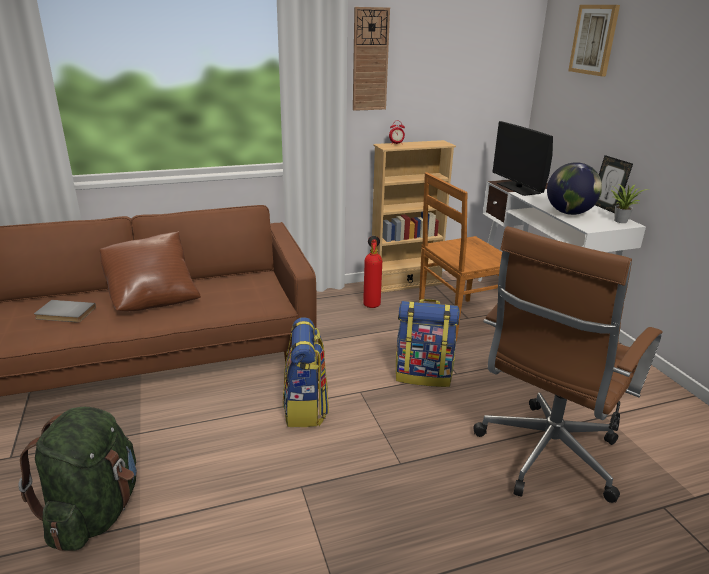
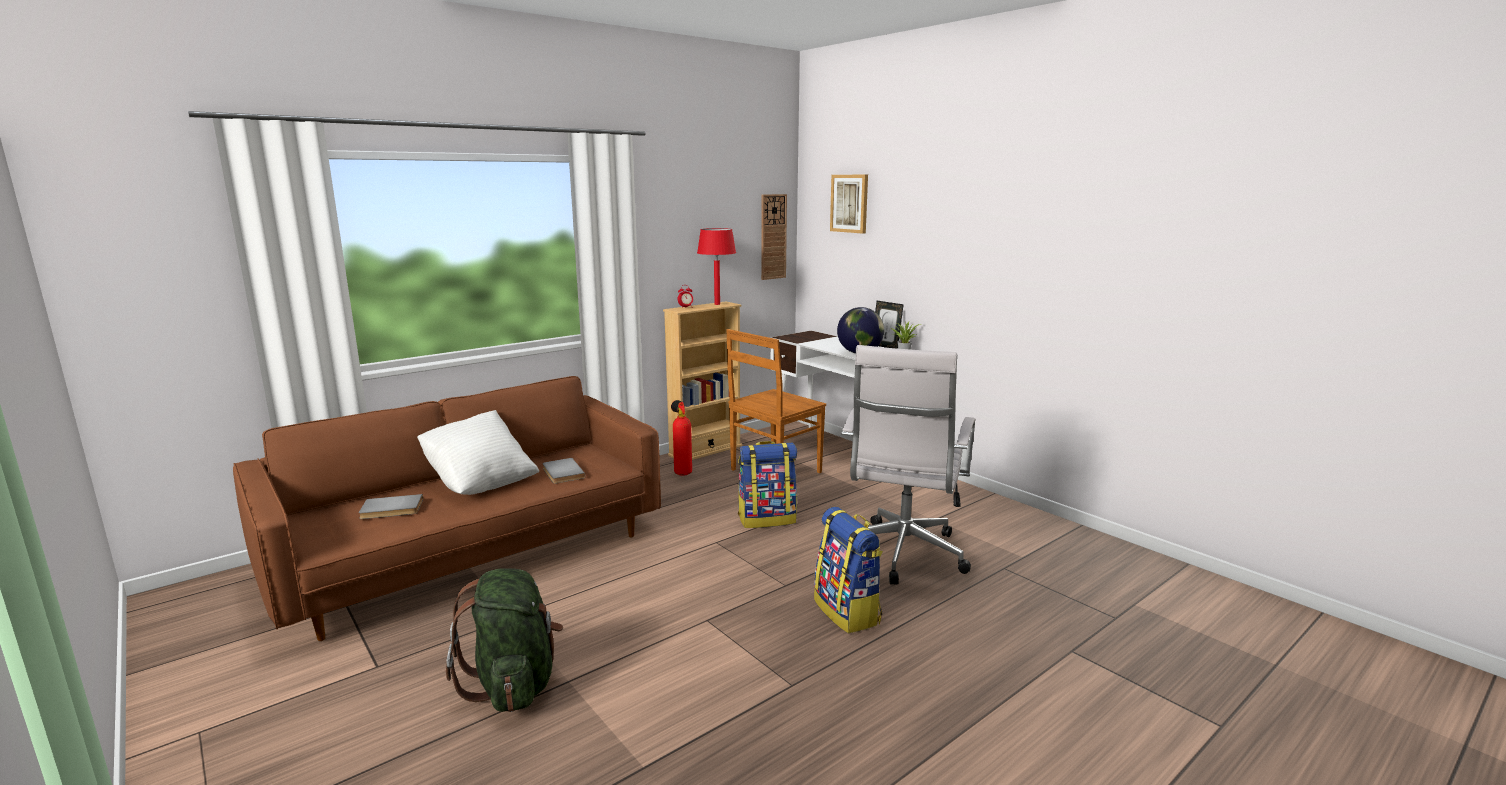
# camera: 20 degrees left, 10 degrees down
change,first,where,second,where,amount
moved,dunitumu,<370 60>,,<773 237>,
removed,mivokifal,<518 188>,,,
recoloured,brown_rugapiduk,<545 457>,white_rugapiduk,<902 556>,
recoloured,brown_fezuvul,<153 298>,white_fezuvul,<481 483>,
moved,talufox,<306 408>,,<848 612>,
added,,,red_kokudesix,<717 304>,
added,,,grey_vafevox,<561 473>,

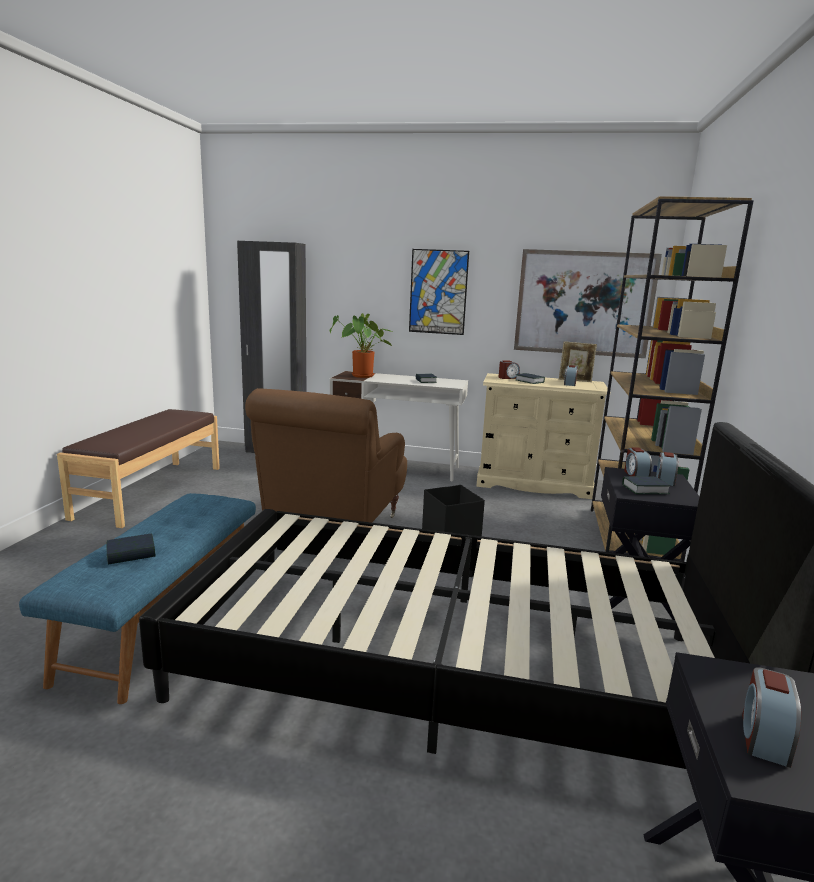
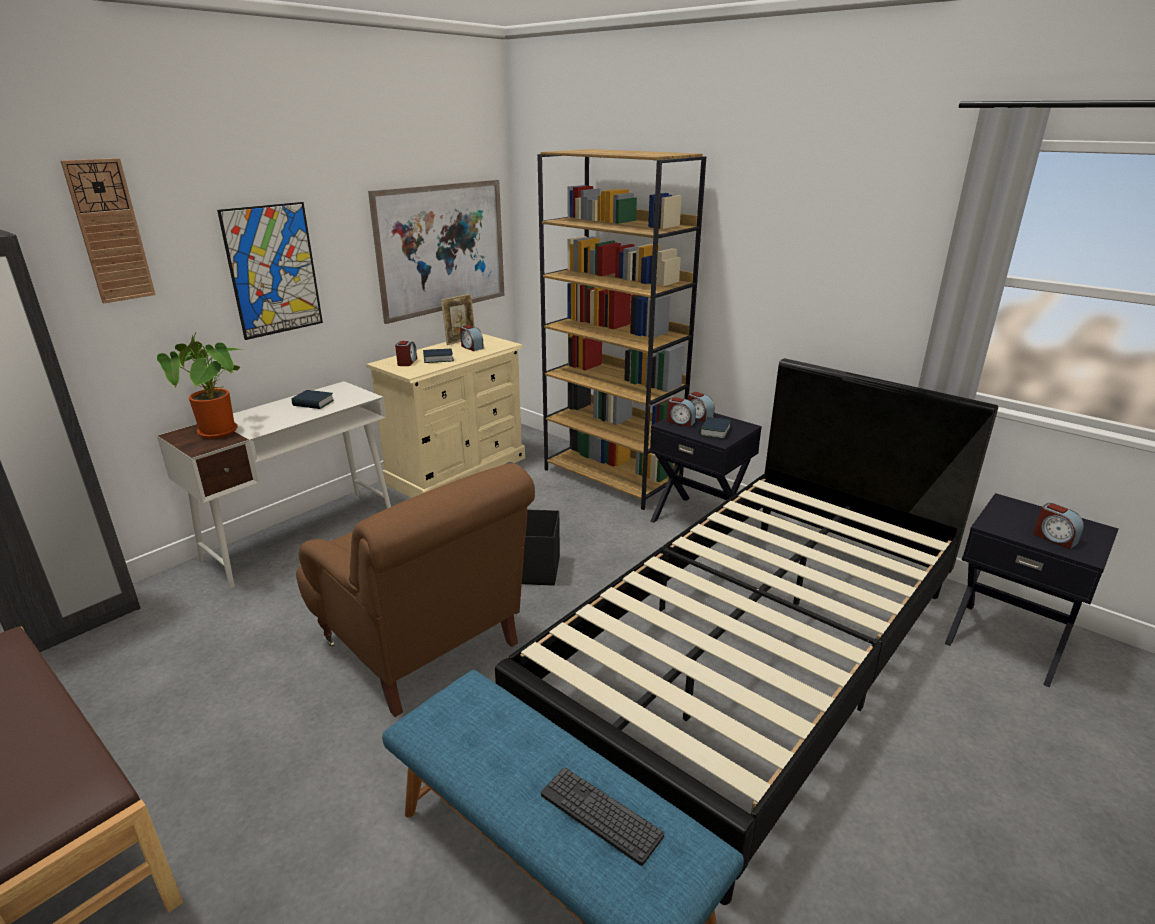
# camera: 60 degrees left, 10 degrees up
change,first,where,second,where,amount
replaced,vafevox,<131 554>,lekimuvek,<600 815>,
added,,,dunitumu,<110 231>,

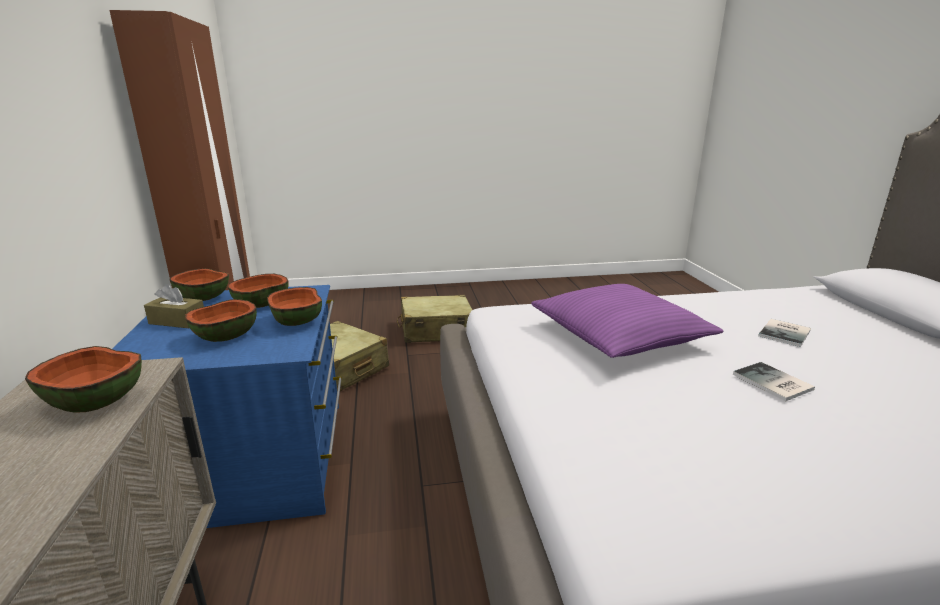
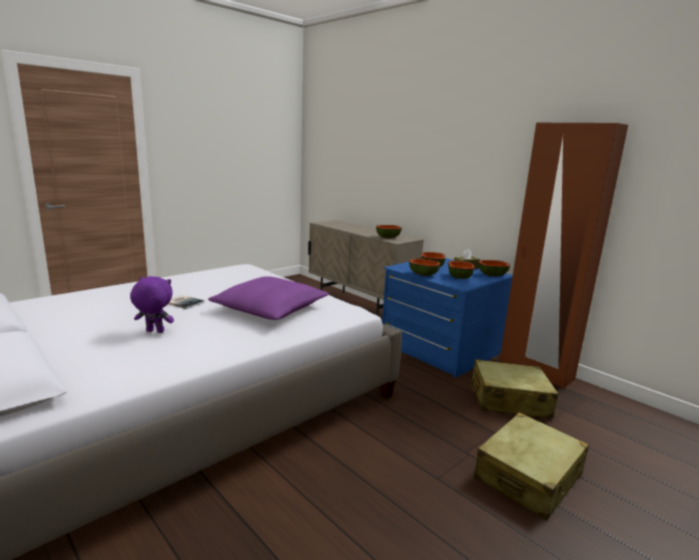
# camera: 145 degrees right, 5 degrees down
change,first,where,second,where,amount
replaced,vafevox,<786 333>,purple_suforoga,<154 332>,

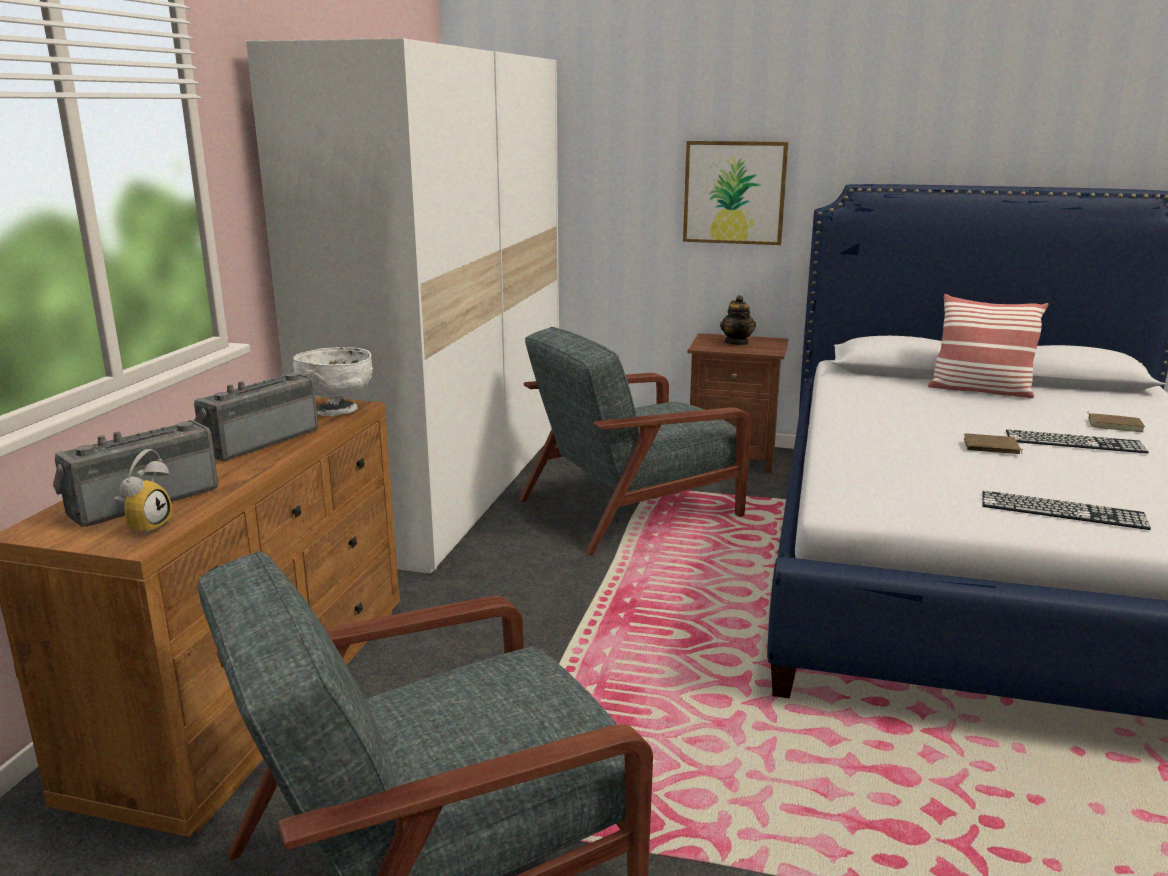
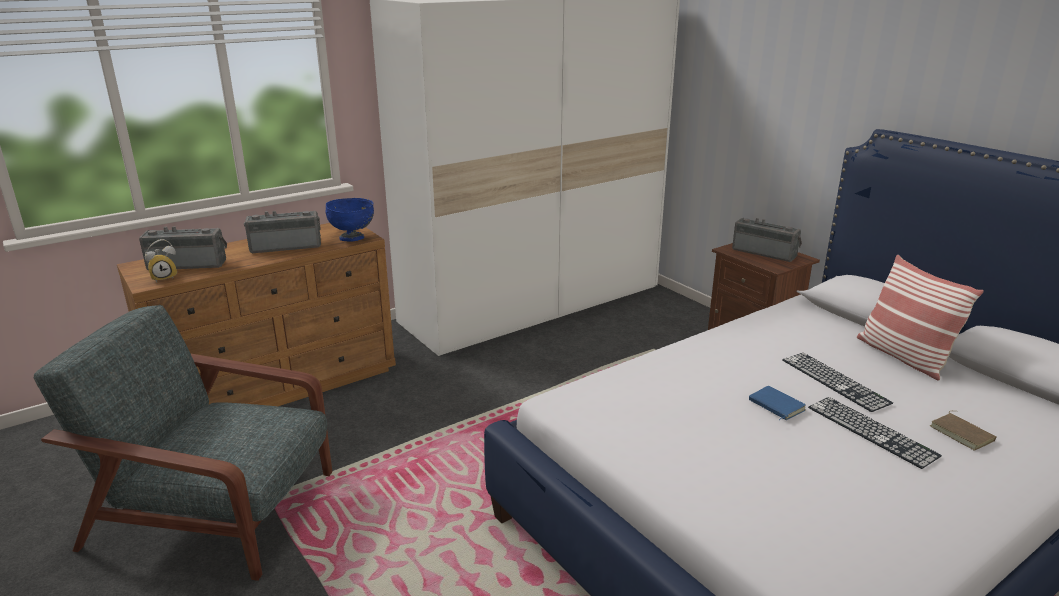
# camera: 40 degrees right, 5 degrees up
change,first,where,second,where,amount
removed,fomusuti,<734 192>,,,
replaced,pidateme,<737 342>,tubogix,<765 252>,
removed,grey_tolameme,<633 507>,,,
recoloured,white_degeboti,<338 411>,blue_degeboti,<352 238>,
recoloured,brown_vafevox,<991 448>,blue_vafevox,<775 406>,
moved,lekimuvek,<1062 510>,,<834 381>,

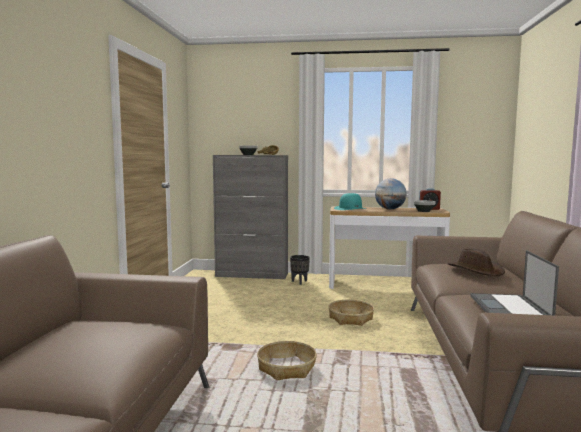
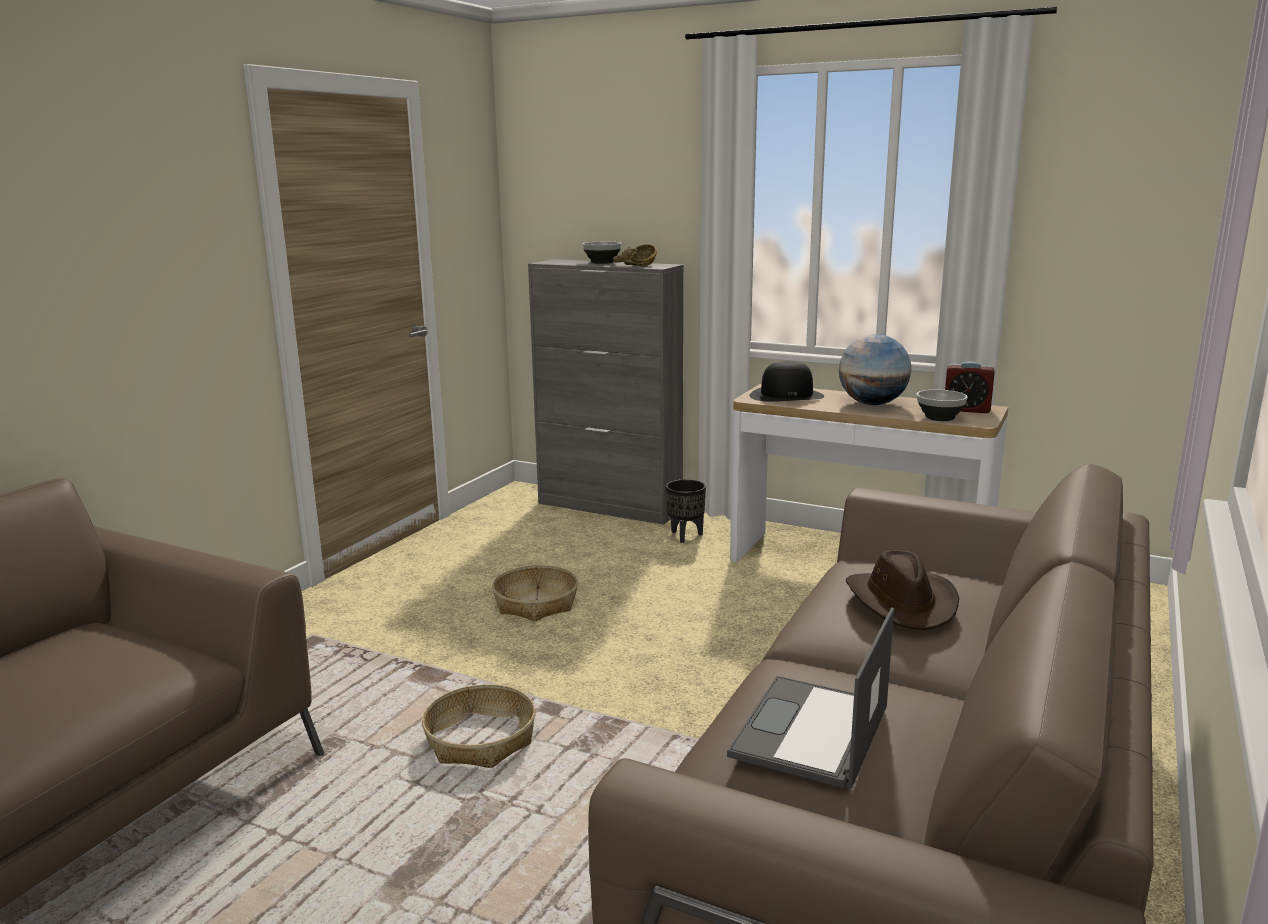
# camera: 20 degrees right, 10 degrees up
change,first,where,second,where,amount
recoloured,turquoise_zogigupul,<350 208>,black_zogigupul,<787 395>,
moved,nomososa,<351 318>,,<536 604>,

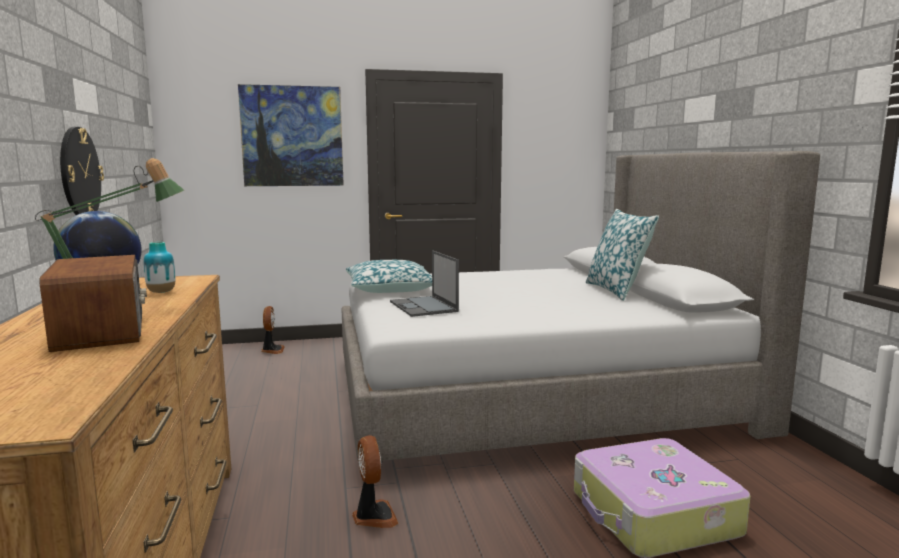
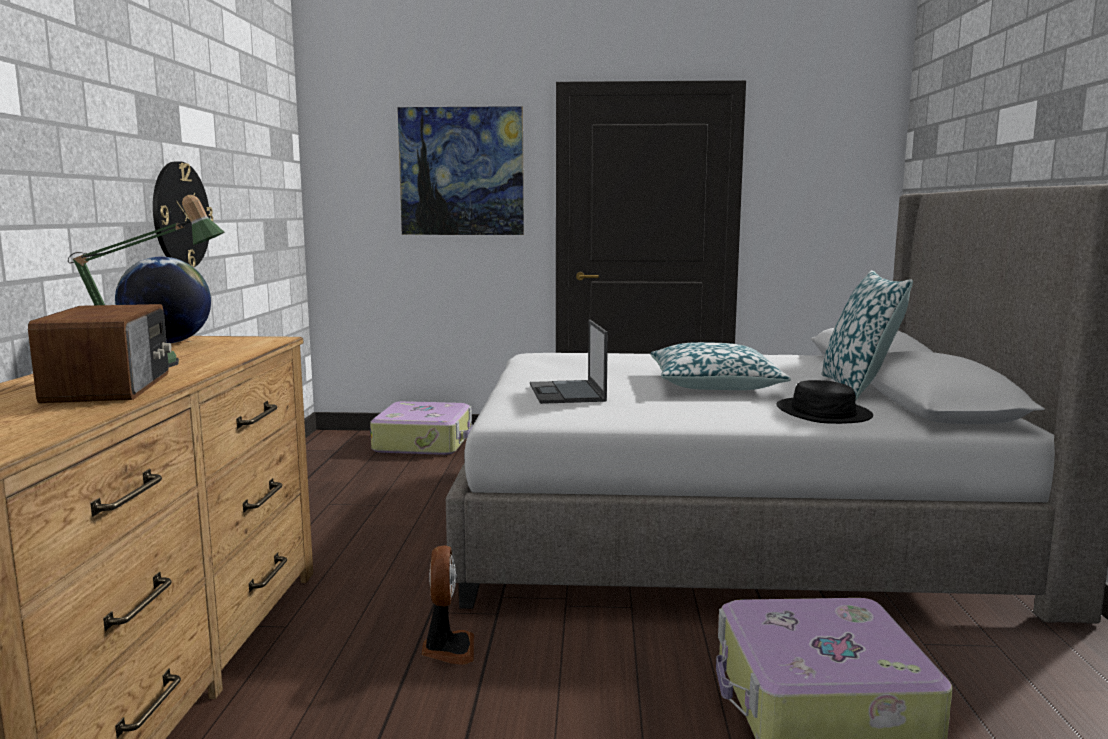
# camera: 15 degrees right, 0 degrees up
change,first,where,second,where,amount
removed,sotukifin,<161 292>,,,
moved,fezuvul,<390 288>,,<714 384>,
replaced,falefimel,<272 350>,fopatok,<424 442>,
added,,,black_zogigupul,<822 413>,

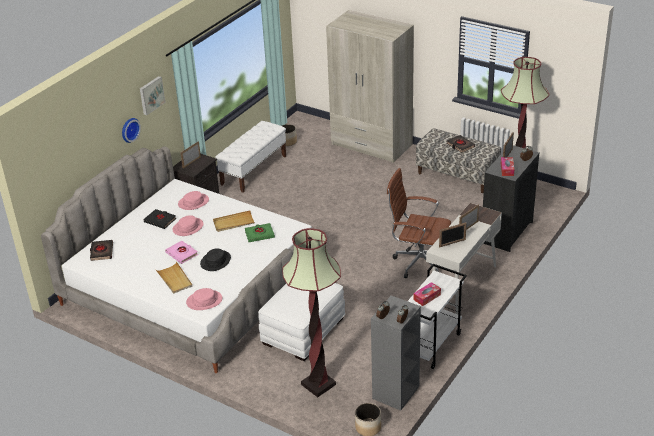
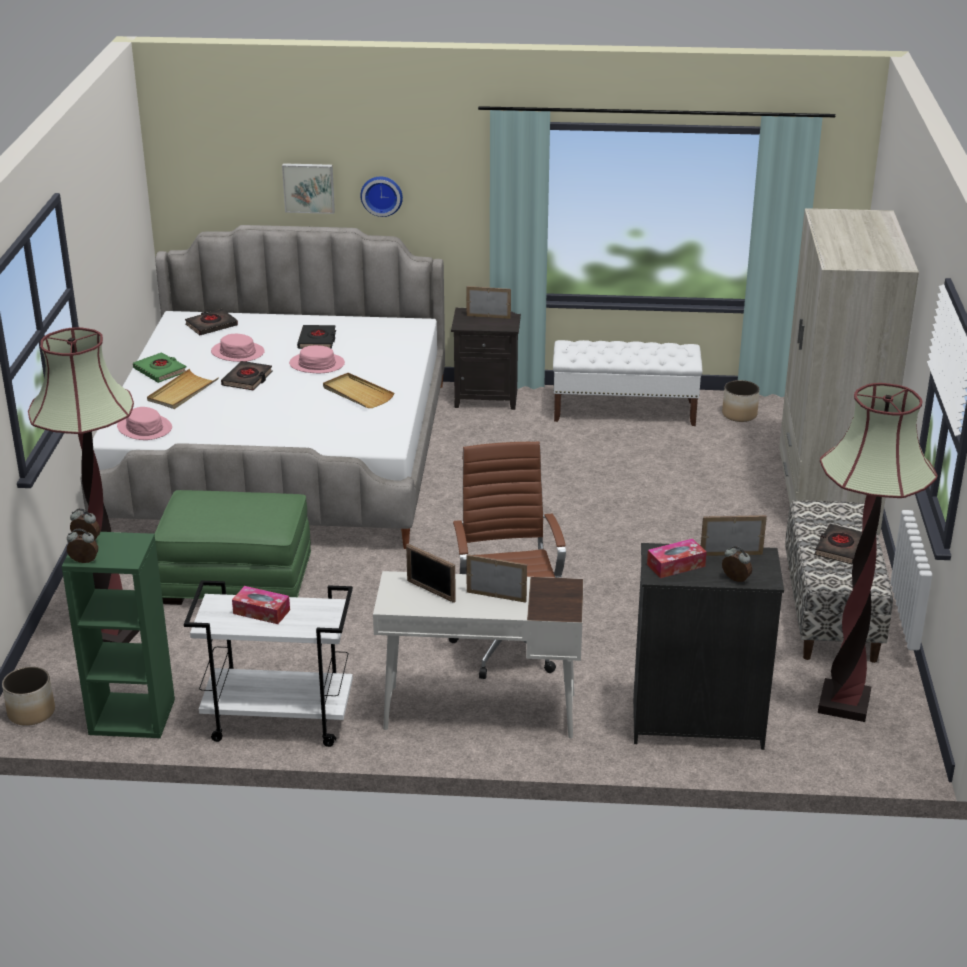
# camera: 60 degrees right, 5 degrees down
change,first,where,second,where,amount
moved,fomusuti,<151 95>,,<309 187>,
moved,pink_zogigupul,<193 202>,,<238 352>,
moved,green_vafevox,<259 234>,,<160 371>,
recoloured,pink_vafevox,<182 254>,black_vafevox,<247 379>,
removed,black_zogigupul,<215 261>,,,
recoloured,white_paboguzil,<303 331>,green_paboguzil,<238 581>,
recoloured,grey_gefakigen,<396 393>,green_gefakigen,<131 717>,

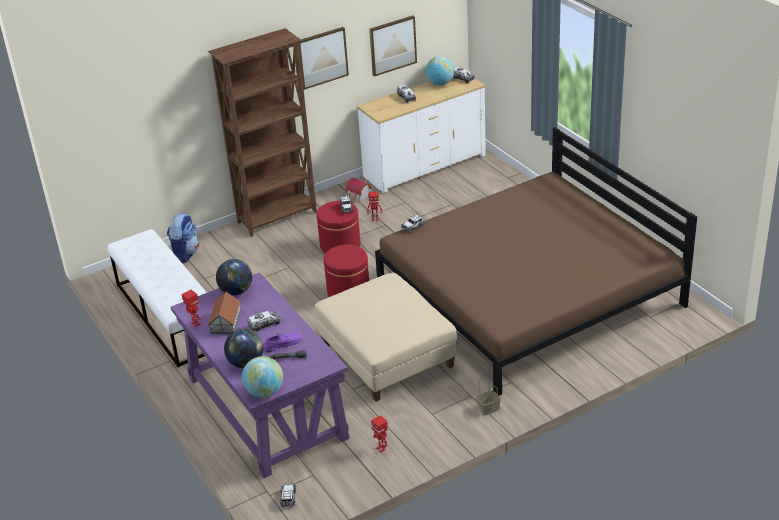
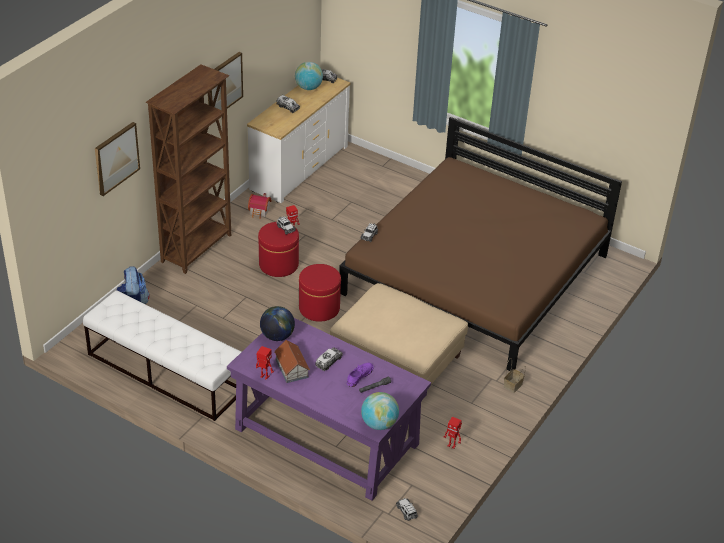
# camera: 30 degrees left, 5 degrees up
change,first,where,second,where,amount
moved,fomusuti,<392 45>,,<116 158>,
removed,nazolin,<246 363>,,,

